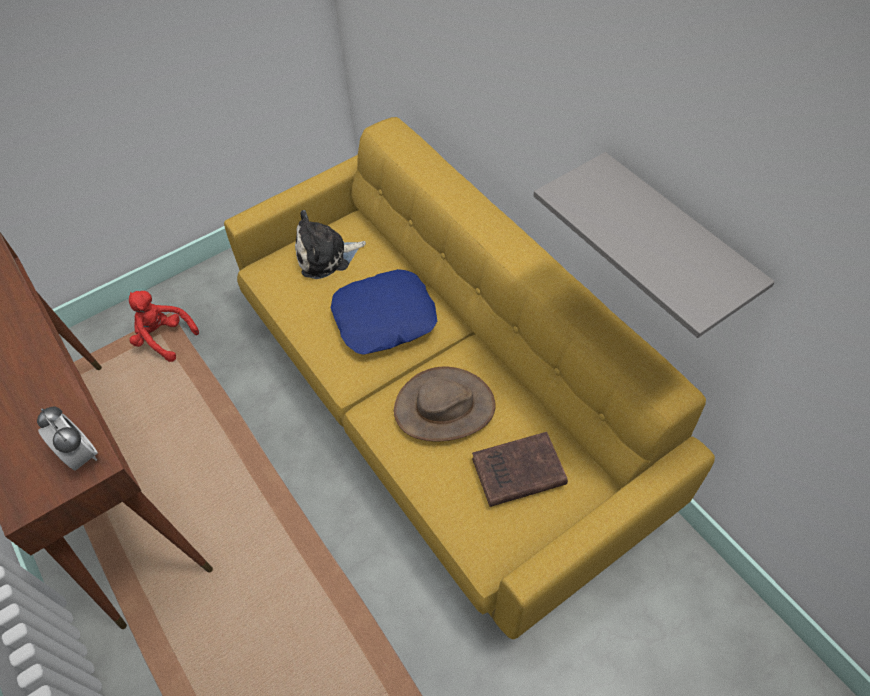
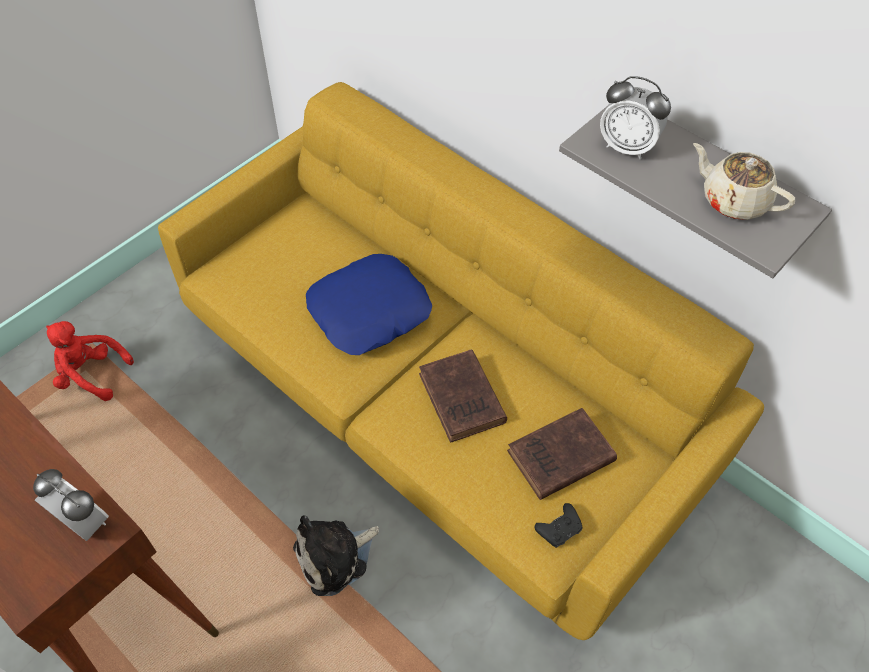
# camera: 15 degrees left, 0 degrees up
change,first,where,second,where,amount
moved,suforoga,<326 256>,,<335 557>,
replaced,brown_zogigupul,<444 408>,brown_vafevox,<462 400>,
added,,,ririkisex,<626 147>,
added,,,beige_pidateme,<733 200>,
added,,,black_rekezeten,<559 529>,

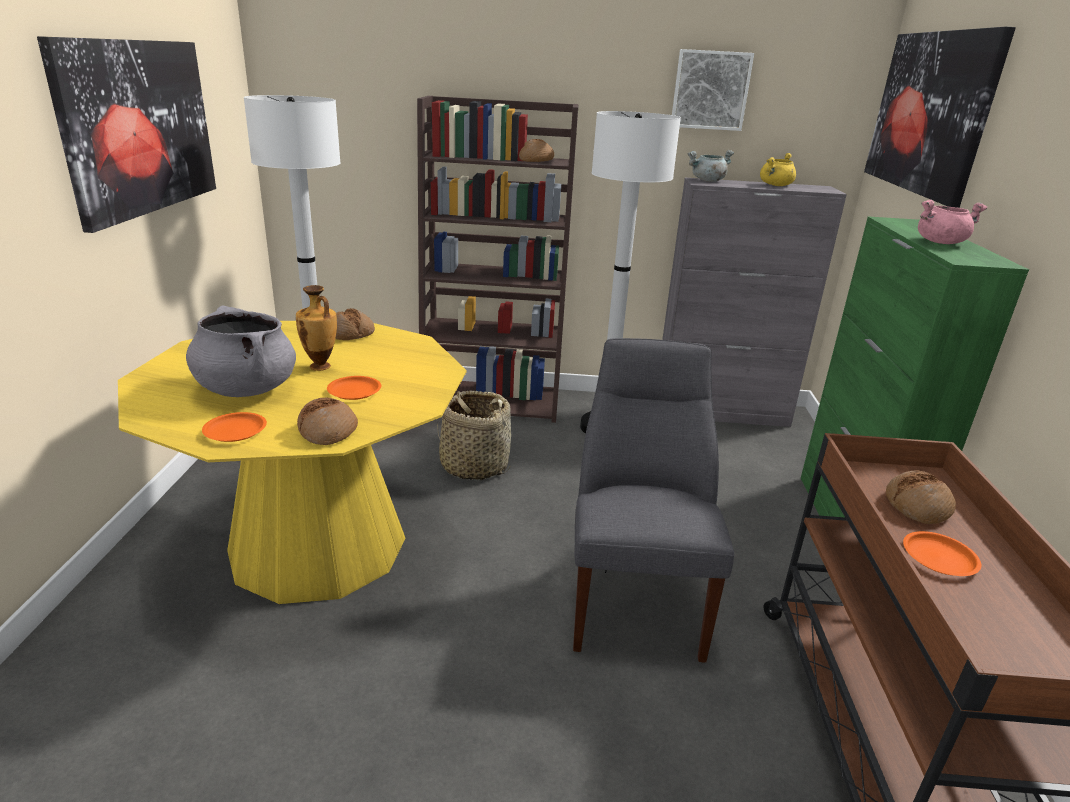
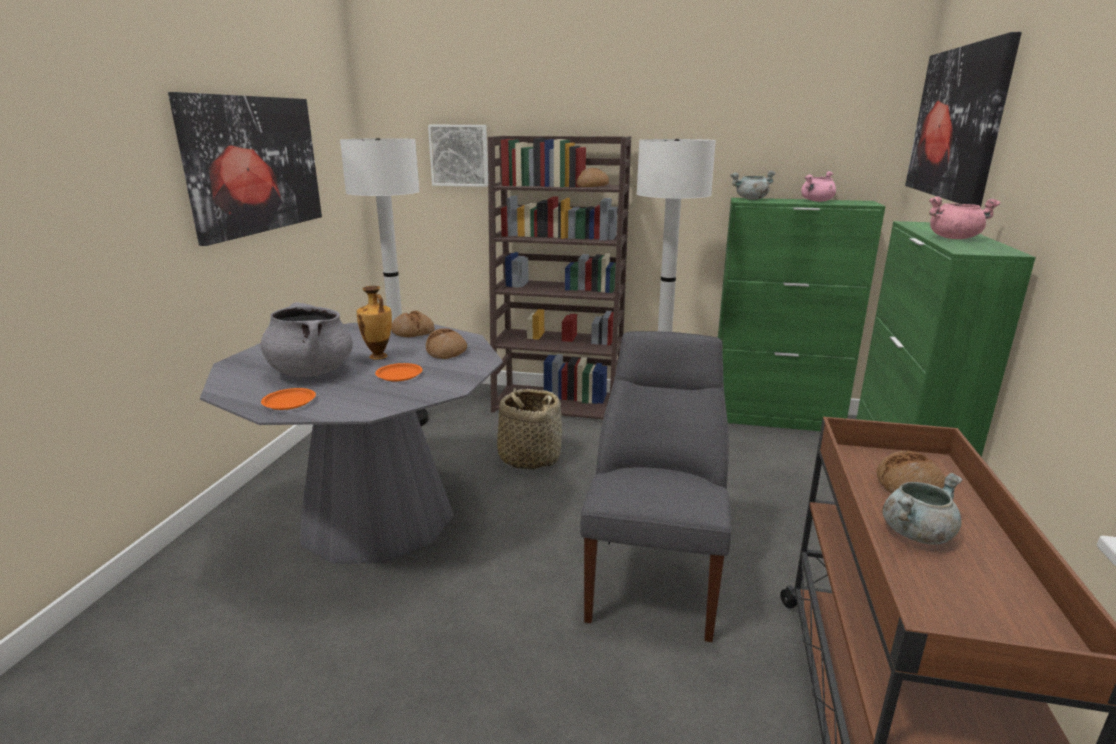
# camera: 10 degrees right, 5 degrees down
change,first,where,second,where,amount
moved,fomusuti,<710 90>,,<459 155>,
recoloured,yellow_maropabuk,<776 185>,pink_maropabuk,<817 201>,
recoloured,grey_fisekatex,<721 412>,green_fisekatex,<775 419>,
recoloured,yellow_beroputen,<318 544>,grey_beroputen,<377 516>,
moved,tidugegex,<328 431>,,<446 352>,
replaced,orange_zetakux,<939 557>,grey_maropabuk,<916 532>,

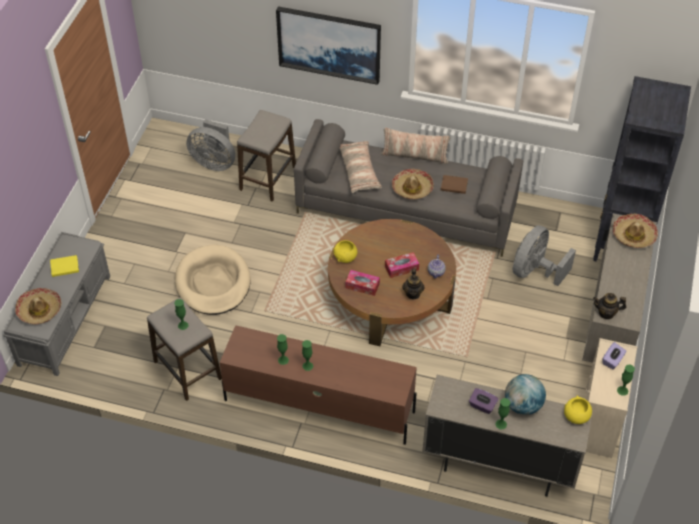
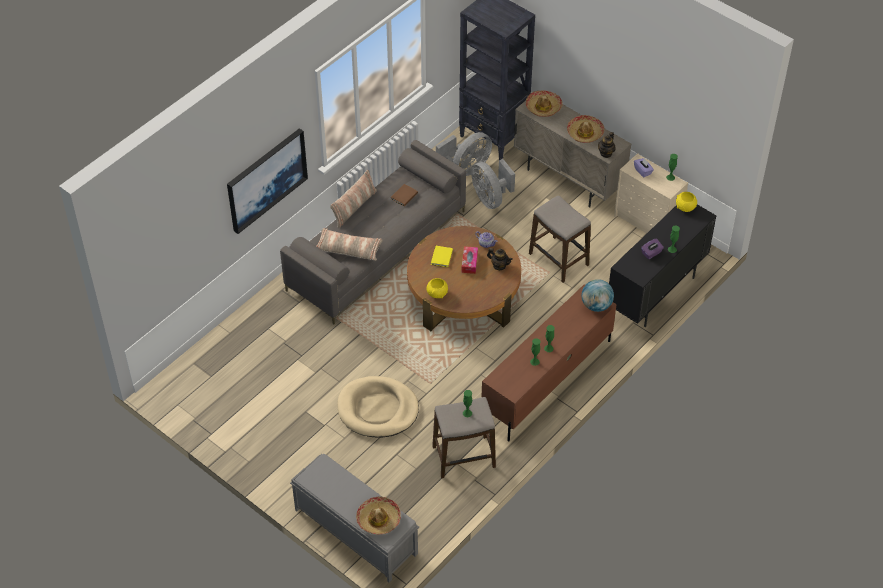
# camera: 65 degrees left, 0 degrees up
change,first,where,second,where,amount
moved,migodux,<268 178>,,<558 259>,
moved,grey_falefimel,<214 162>,,<466 168>,
moved,zogigupul,<412 188>,,<585 133>,
moved,yellow_vafevox,<64 266>,,<441 257>,
removed,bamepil,<362 286>,,,
moved,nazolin,<522 405>,,<596 305>,
recoloured,beige_fisekatex,<498 466>,black_fisekatex,<655 294>,

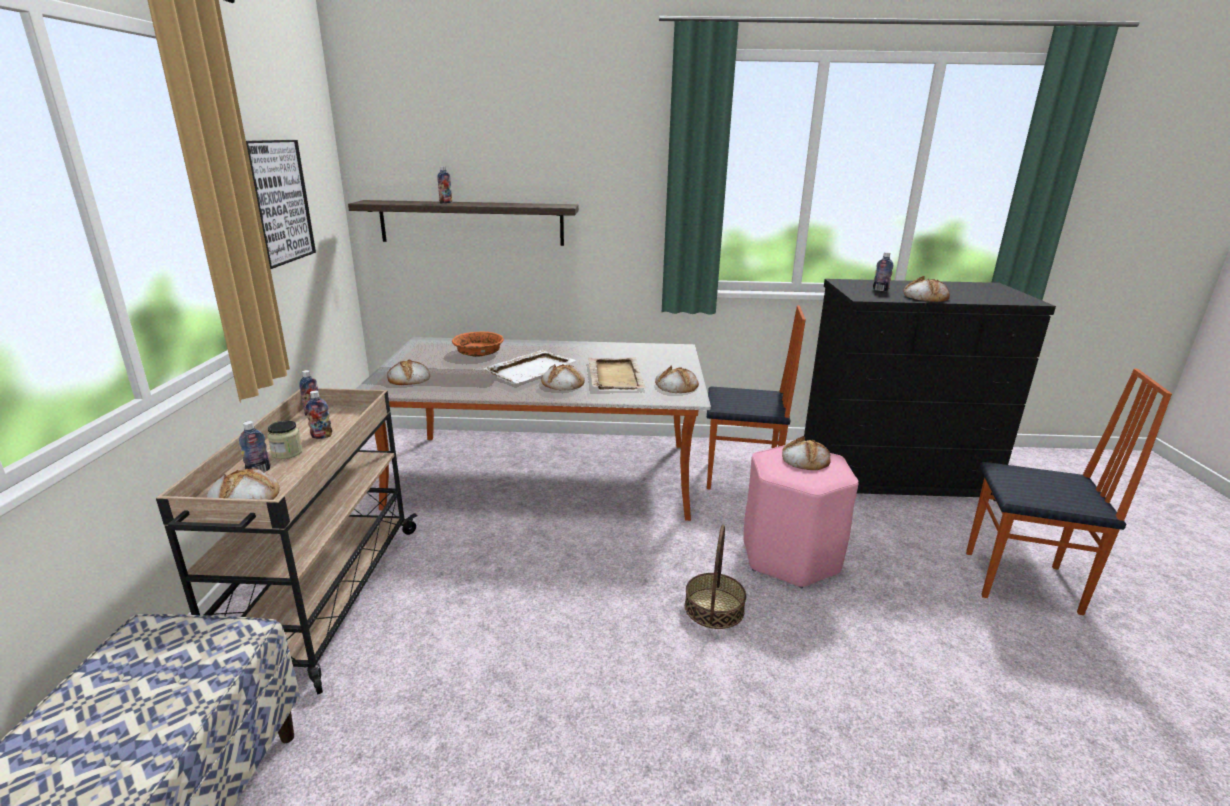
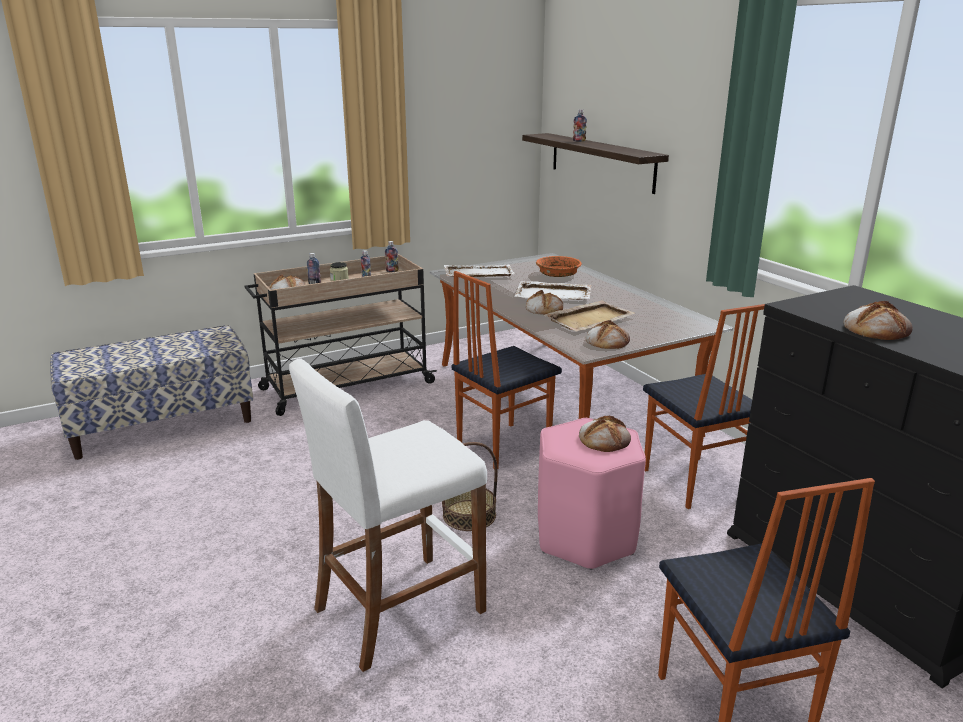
# camera: 60 degrees right, 0 degrees up
change,first,where,second,where,amount
removed,fomusuti,<276 202>,,,
removed,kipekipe,<880 290>,,,
replaced,tidugegex,<408 378>,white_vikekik,<478 273>,
added,,,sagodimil,<502 445>,
added,,,white_migodux,<398 610>,

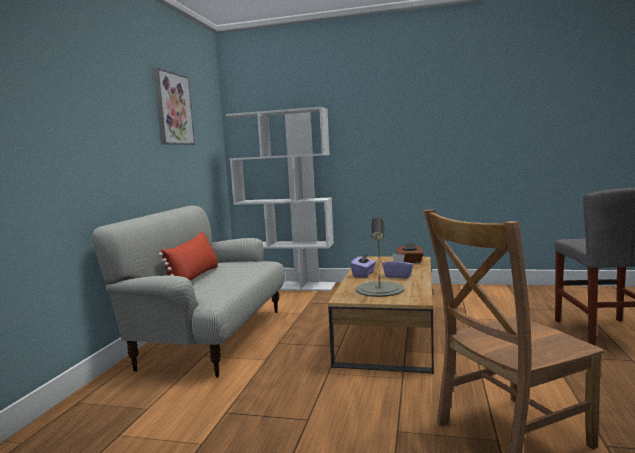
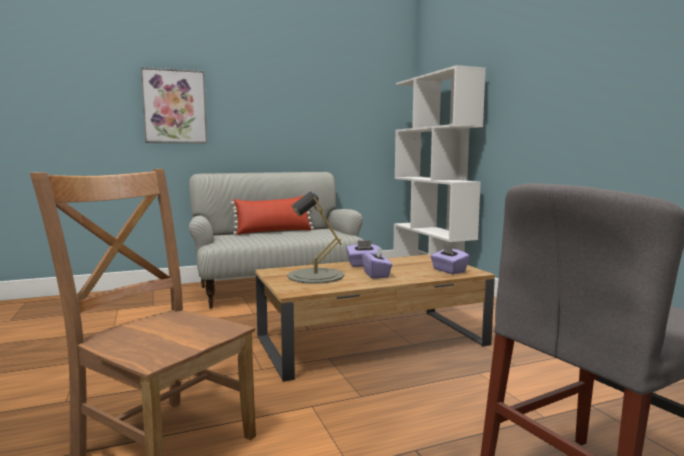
# camera: 55 degrees right, 0 degrees up
change,first,where,second,where,amount
moved,fomusuti,<173 109>,,<174 106>,
recoloured,brown_bamepil,<409 261>,purple_bamepil,<448 270>,

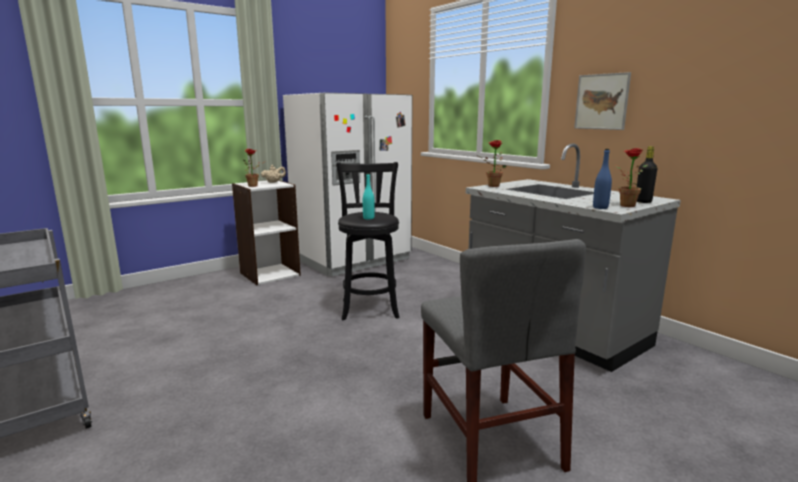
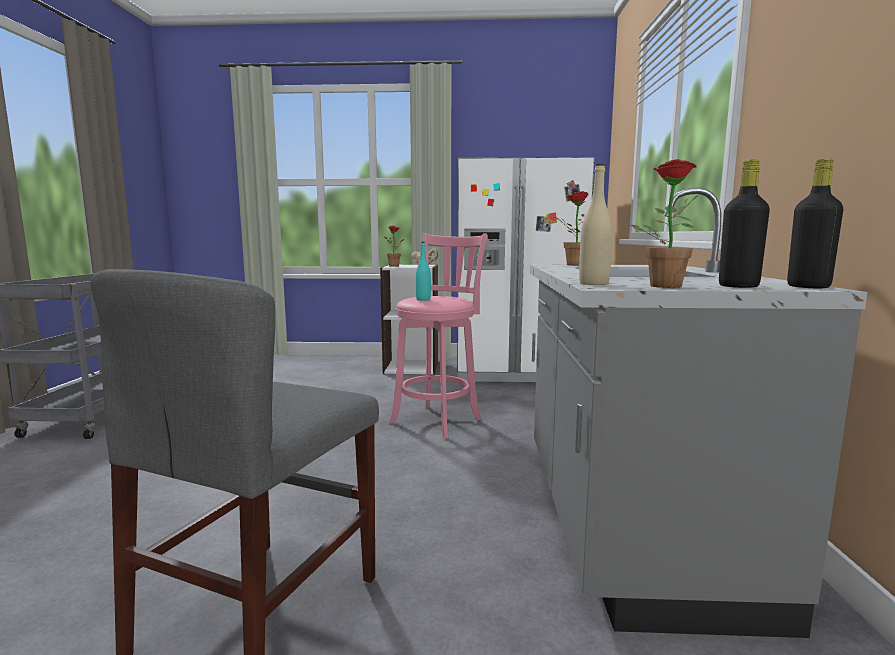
# camera: 40 degrees right, 5 degrees down
change,first,where,second,where,amount
removed,fomusuti,<601 102>,,,
recoloured,blue_kipekipe,<600 207>,beige_kipekipe,<593 283>,
recoloured,black_migodux,<370 307>,pink_migodux,<438 419>,
added,,,black_kipekipe,<808 287>,

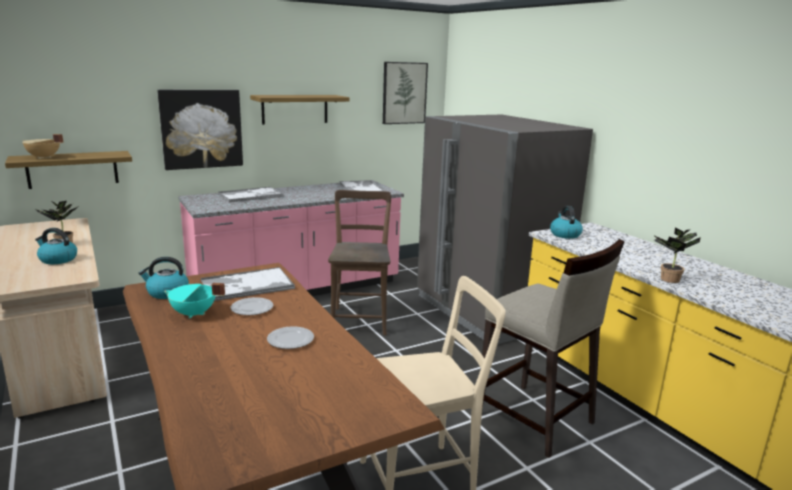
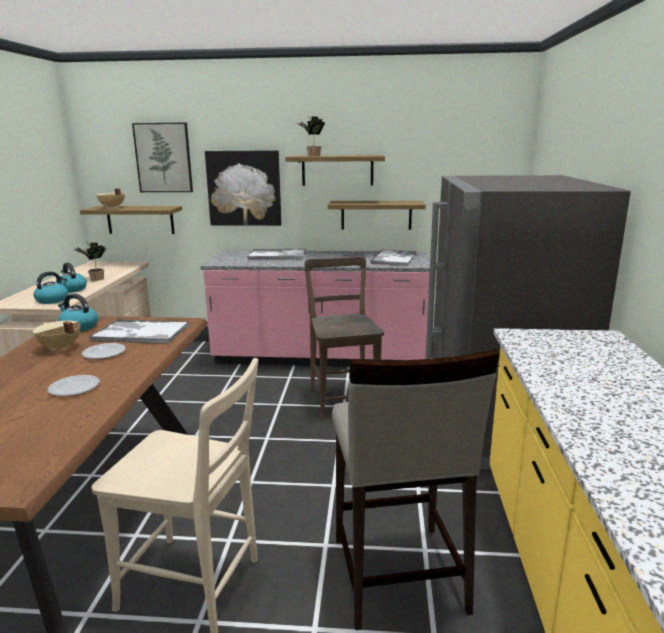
# camera: 35 degrees right, 0 degrees up
change,first,where,second,where,amount
moved,fomusuti,<404 93>,,<163 158>,
turned,brown_sagodimil,<360 319>,,<343 399>,45 degrees counterclockwise
moved,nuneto,<564 234>,,<52 300>,
moved,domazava,<668 280>,,<312 156>,
recoloured,turquoise_maropabuk,<193 314>,beige_maropabuk,<60 348>,
added,,,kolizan,<376 215>,

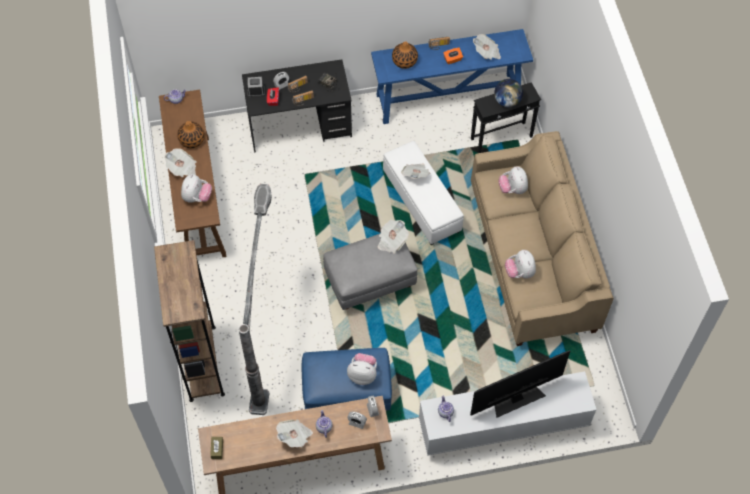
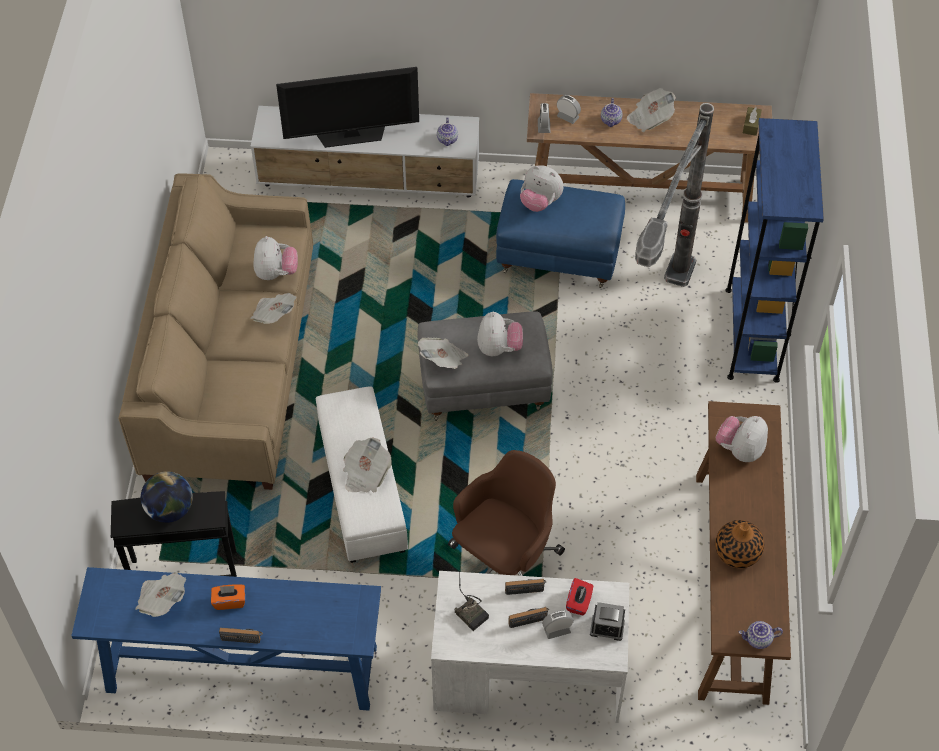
# camera: 165 degrees left, 5 degrees down
change,first,where,second,where,amount
removed,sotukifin,<404 61>,,,
recoloured,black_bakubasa,<299 127>,white_bakubasa,<527 677>,
moved,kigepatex,<182 168>,,<274 315>,
moved,suforoga,<512 189>,,<499 348>,
recoloured,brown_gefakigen,<202 363>,blue_gefakigen,<752 334>,
added,,,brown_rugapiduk,<504 560>,

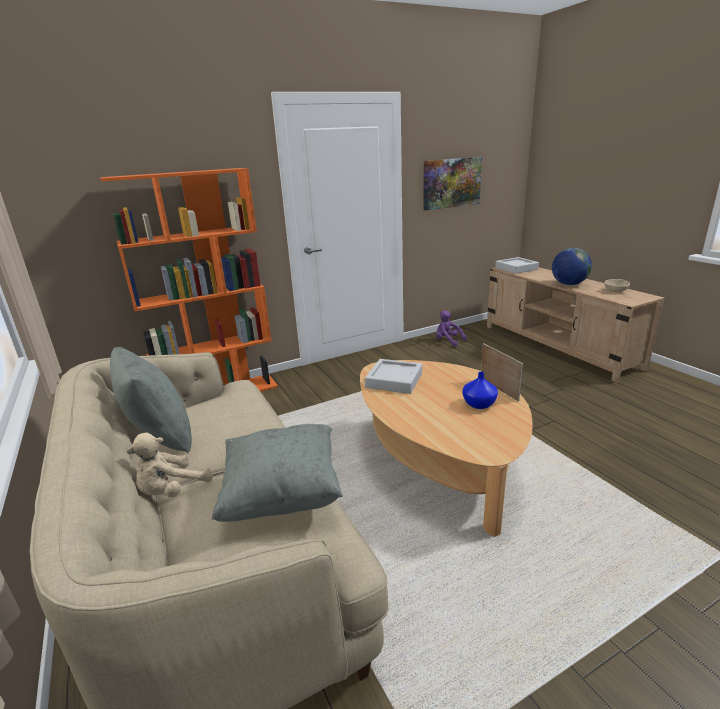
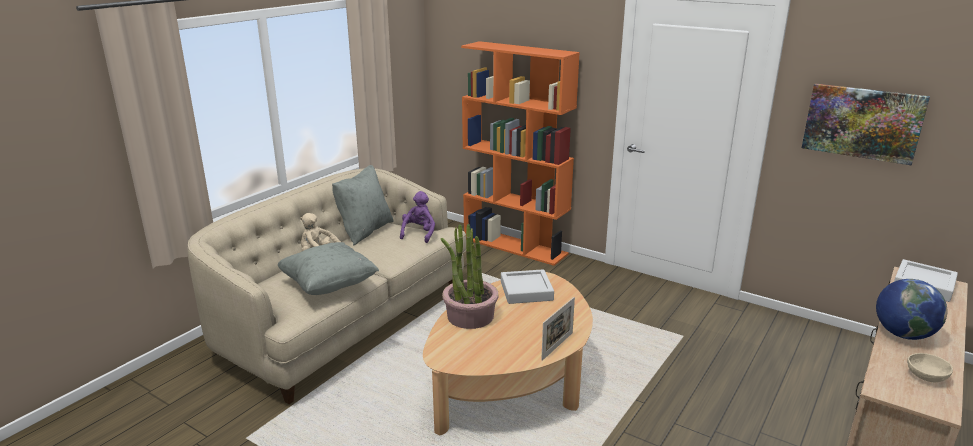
# camera: 60 degrees right, 0 degrees up
change,first,where,second,where,amount
moved,purple_suforoga,<448 341>,,<419 233>,
removed,blue_sotukifin,<479 404>,,,
added,,,domazava,<470 316>,

